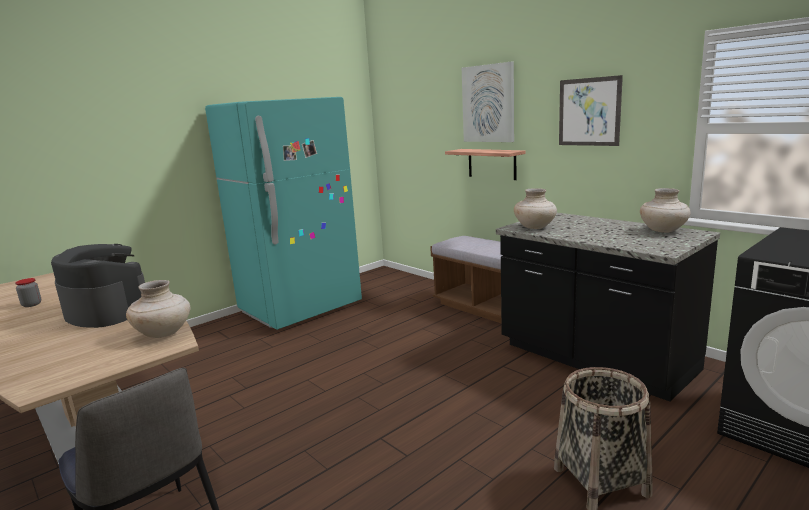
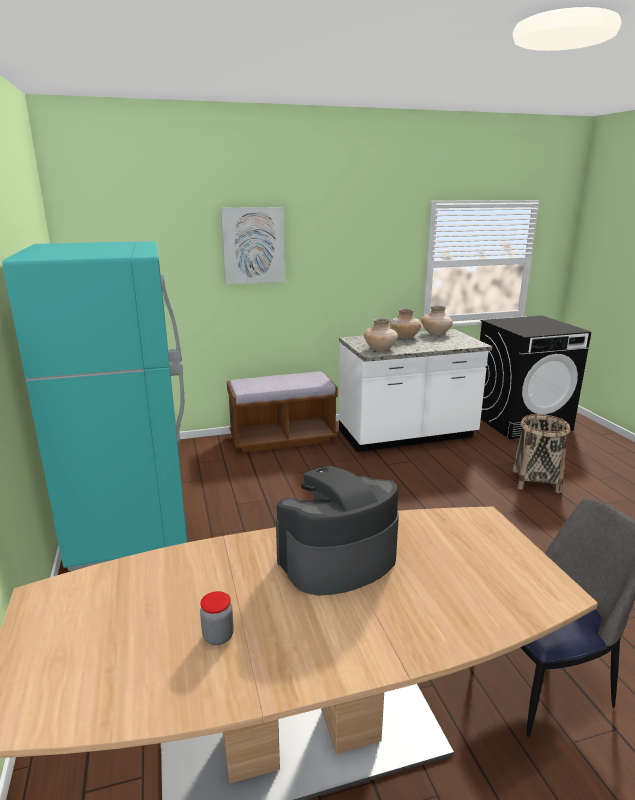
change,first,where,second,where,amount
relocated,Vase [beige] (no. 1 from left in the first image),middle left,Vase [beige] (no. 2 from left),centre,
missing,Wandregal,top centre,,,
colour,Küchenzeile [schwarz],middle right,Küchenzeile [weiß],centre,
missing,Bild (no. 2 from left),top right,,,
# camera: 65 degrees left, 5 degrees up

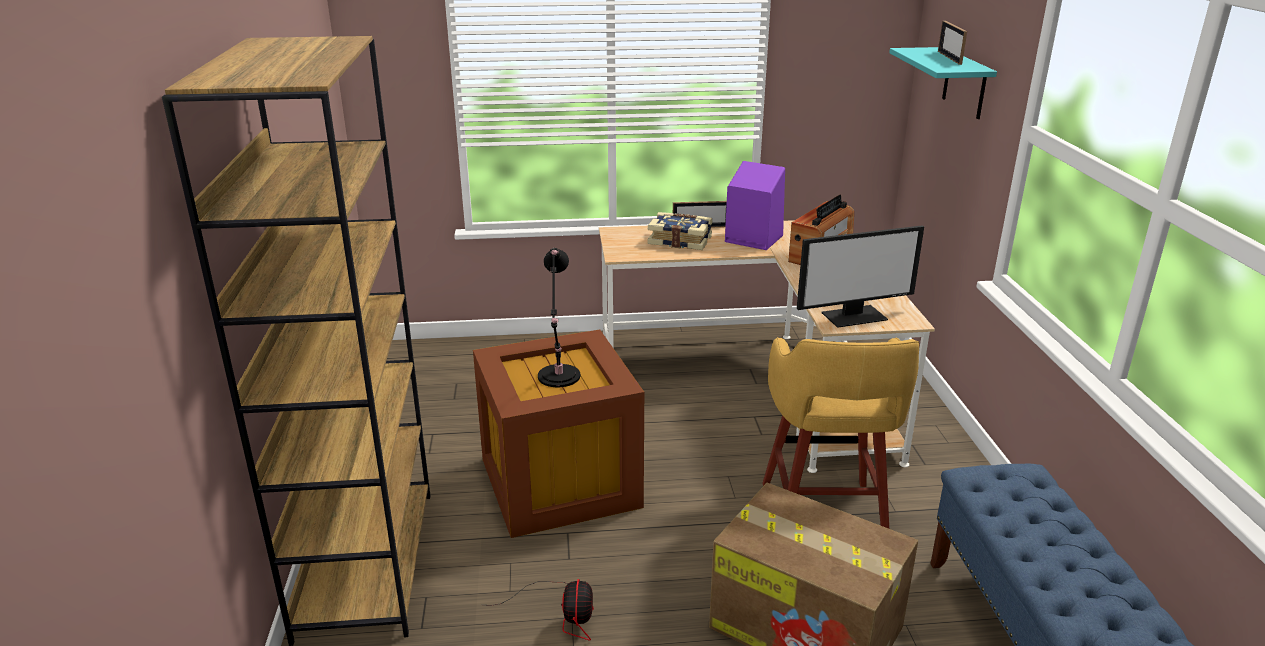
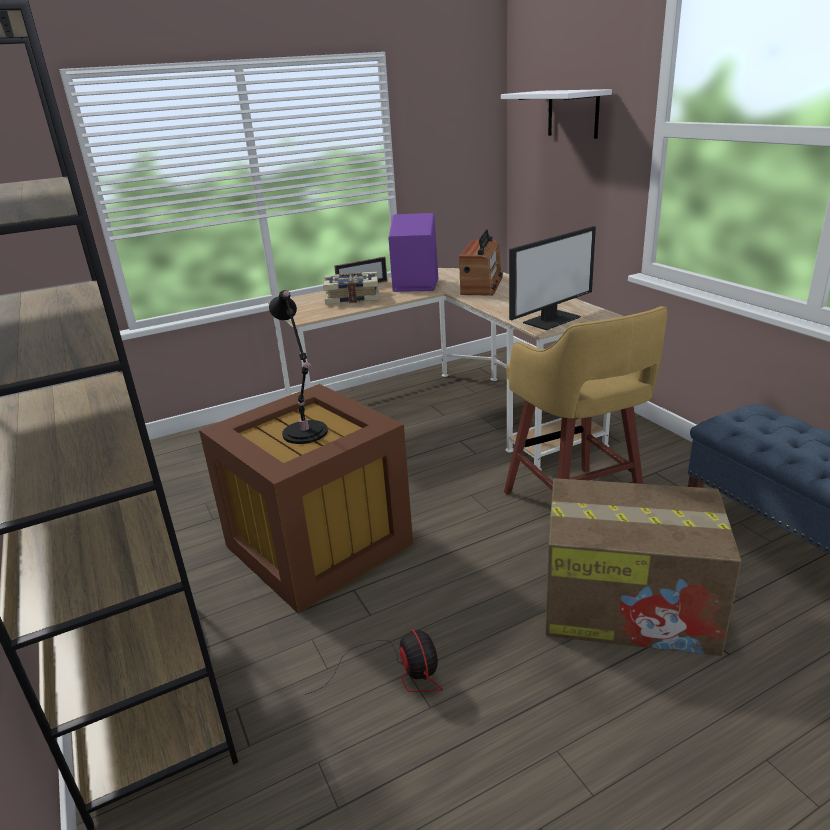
change,first,where,second,where,amount
colour,Wandregal [türkis],top right,Wandregal [weiß],top right,
missing,Bilderrahmen (no. 2 from left),top right,,,
# camera: 20 degrees left, 0 degrees up

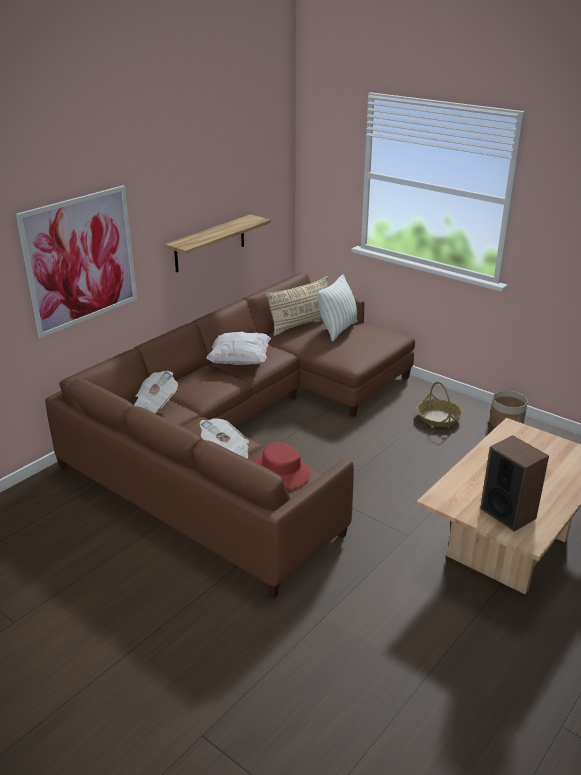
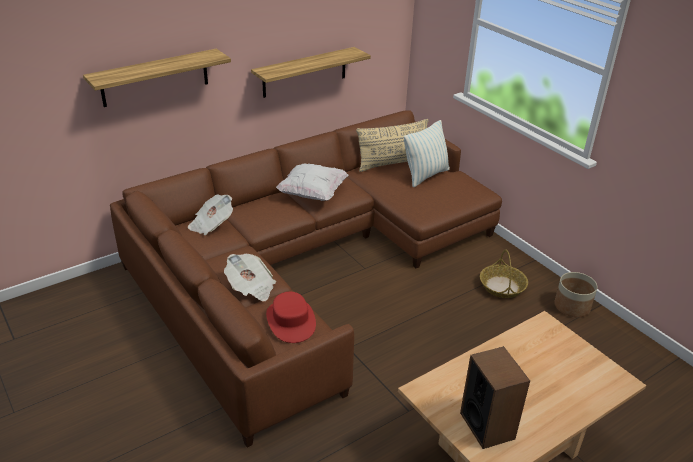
change,first,where,second,where,amount
exchanged,Bild,middle left,Wandregal (no. 1 from left),top left,
# camera: 15 degrees right, 5 degrees up

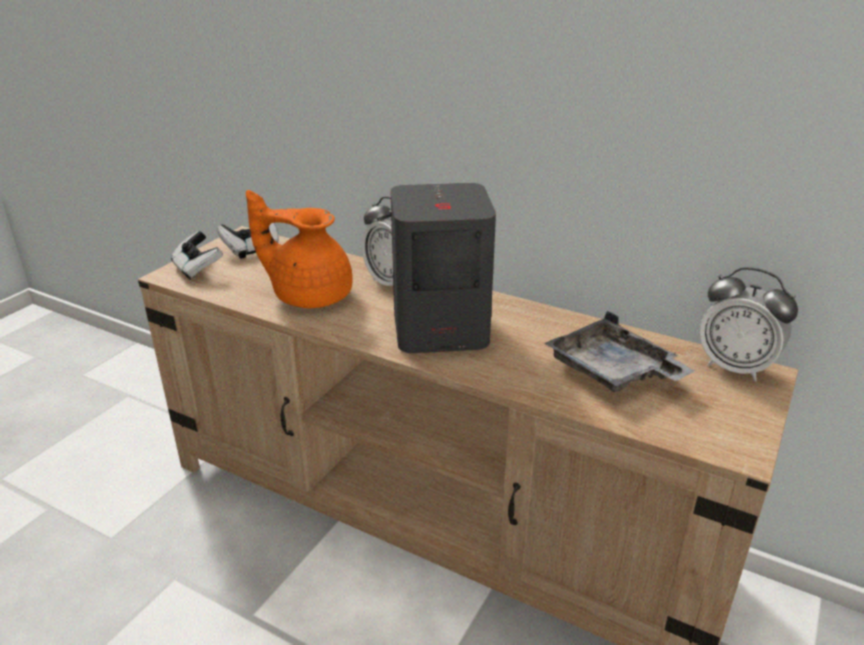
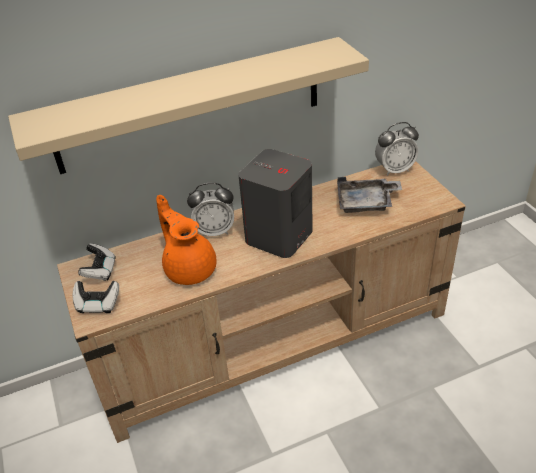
change,first,where,second,where,amount
spun,Teekanne [orange],centre,,centre,90 degrees clockwise
appeared,,,Wandregal [beige],top centre,
# camera: 50 degrees left, 10 degrees up

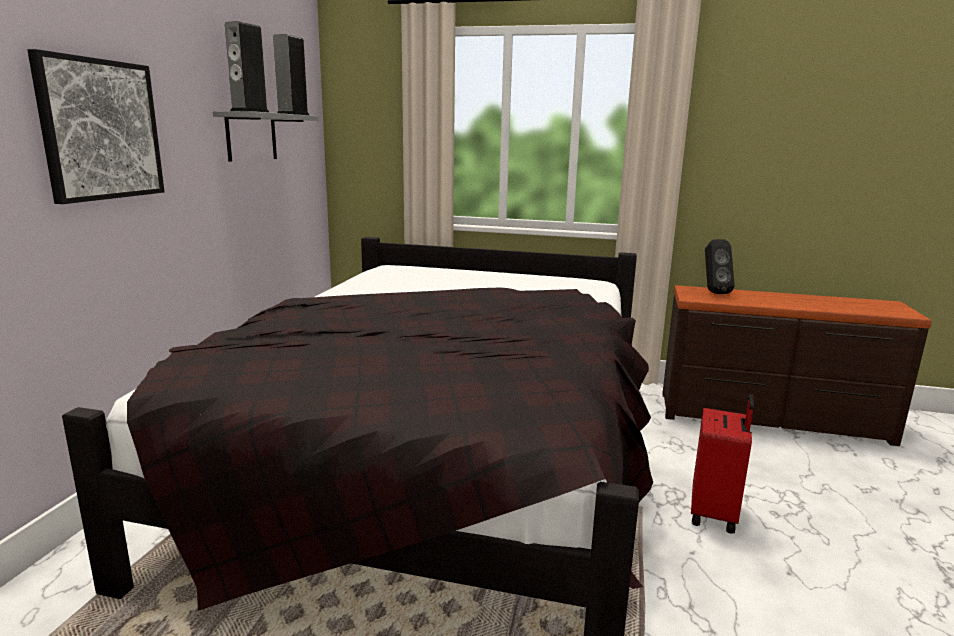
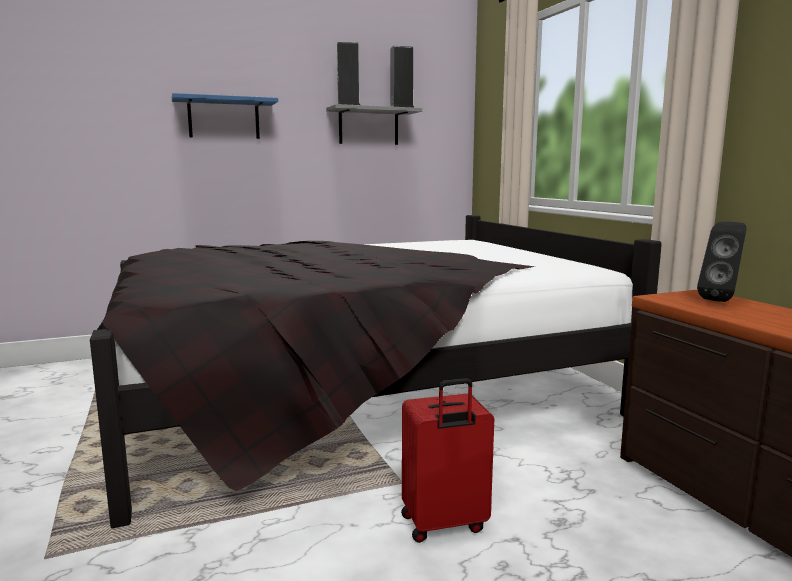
change,first,where,second,where,amount
exchanged,Bild,top left,Wandregal [blau],top left,
# camera: 55 degrees right, 5 degrees down

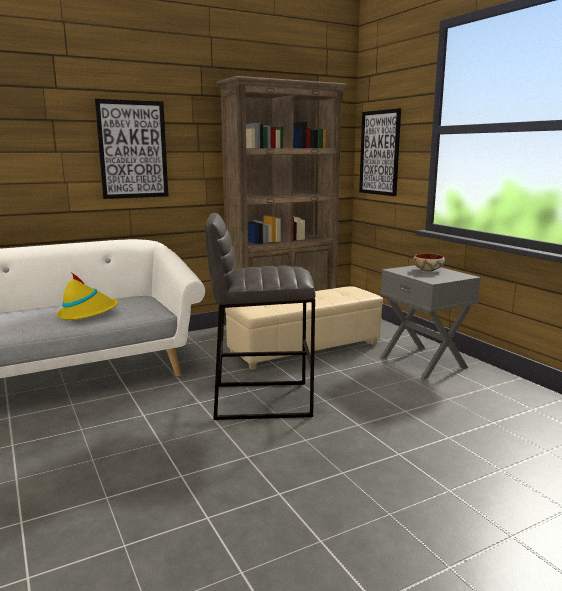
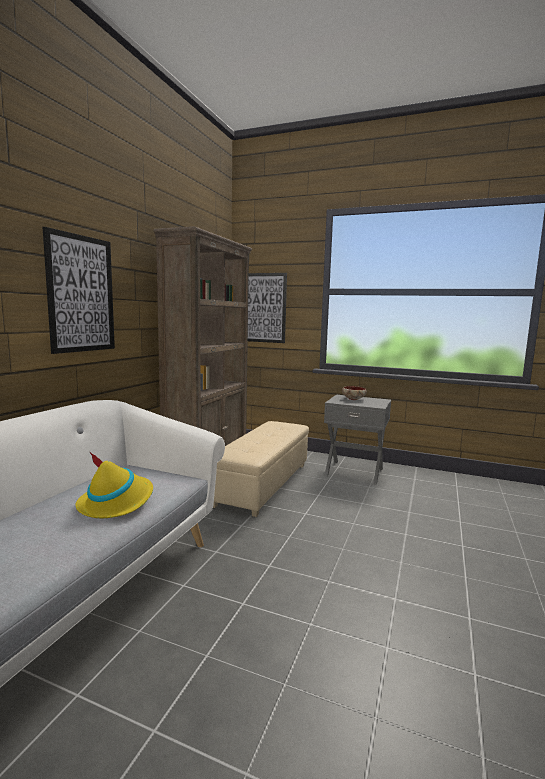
change,first,where,second,where,amount
missing,Hocker [grau],centre,,,
# camera: 40 degrees left, 5 degrees down

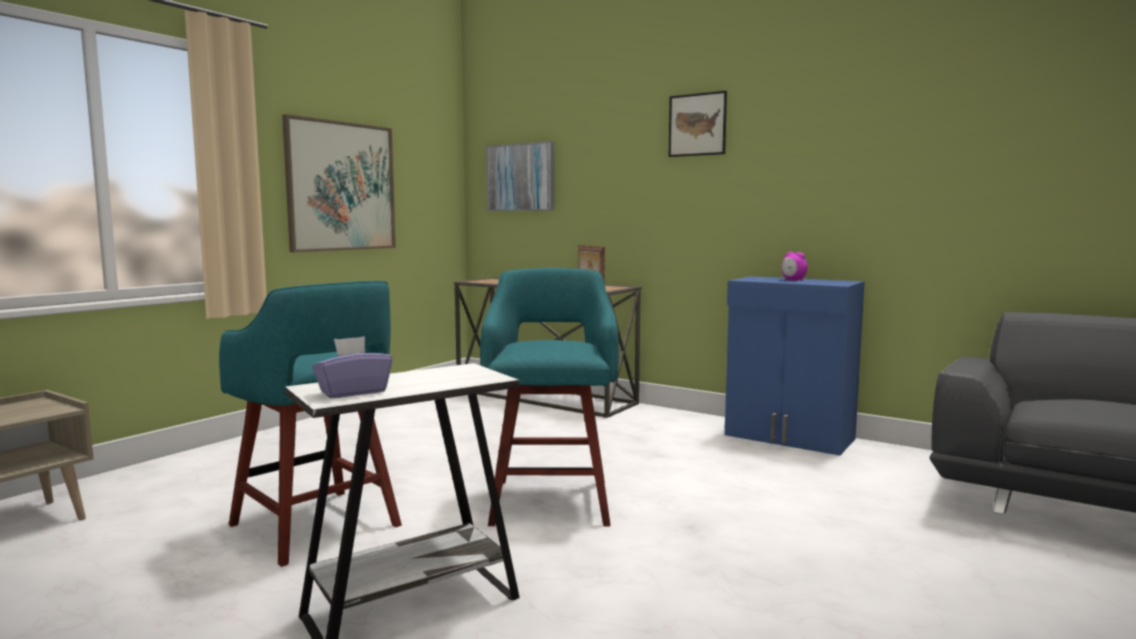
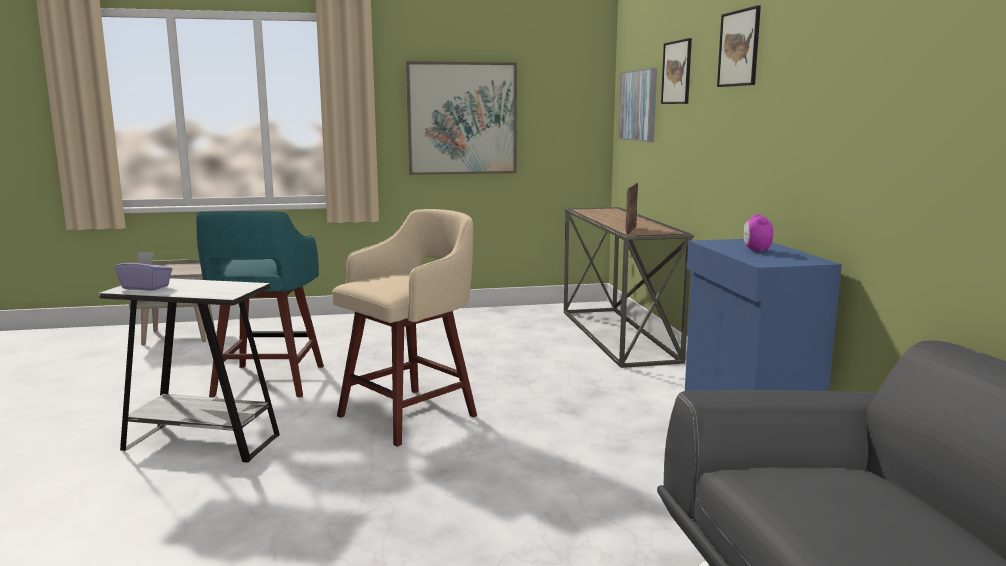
change,first,where,second,where,amount
colour,Hocker [türkis] (no. 2 from left),centre,Hocker [beige],centre,
appeared,,,Bild (no. 3 from left),top right,
# camera: 45 degrees right, 5 degrees up

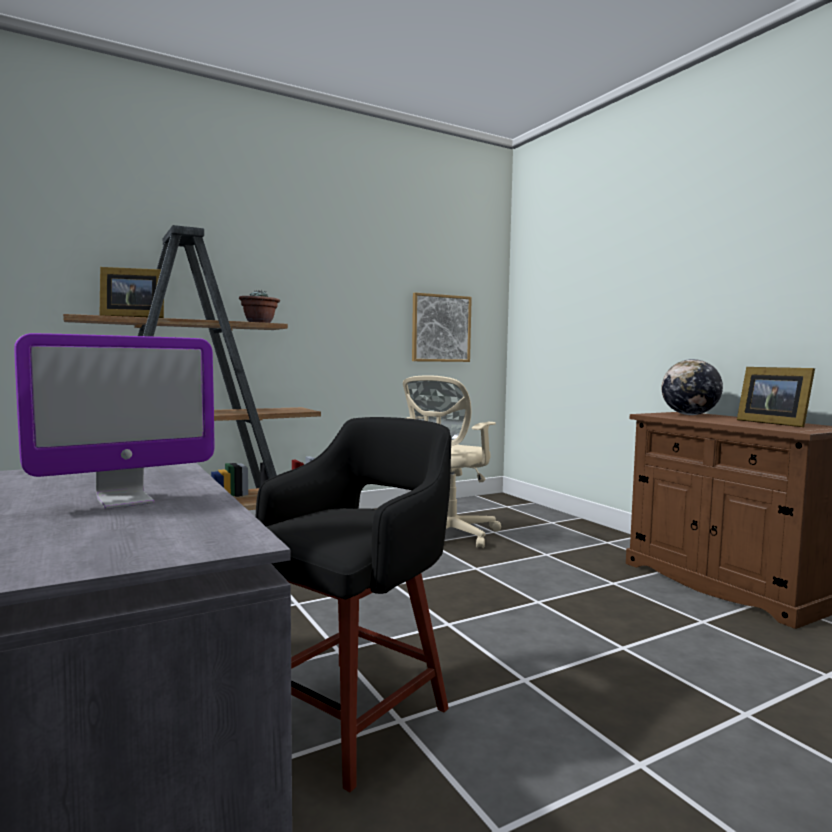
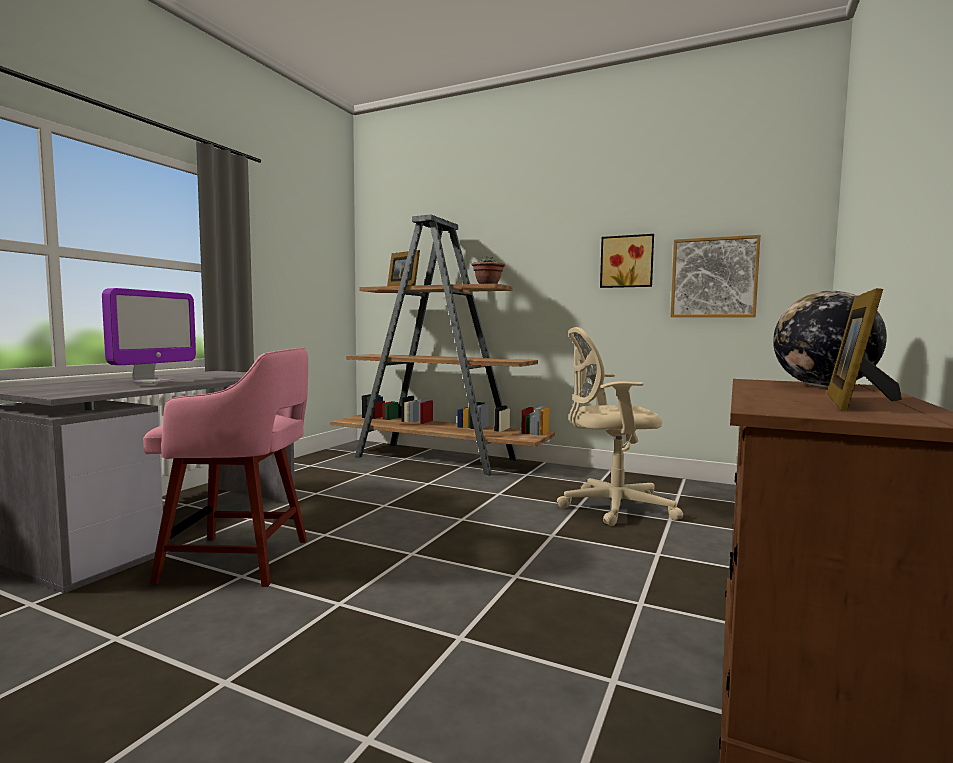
change,first,where,second,where,amount
spun,Monitor,middle left,,middle left,90 degrees counterclockwise
colour,Hocker [schwarz],bottom centre,Hocker [rosa],middle left,
appeared,,,Bild (no. 1 from left),centre,
# camera: 55 degrees right, 0 degrees up

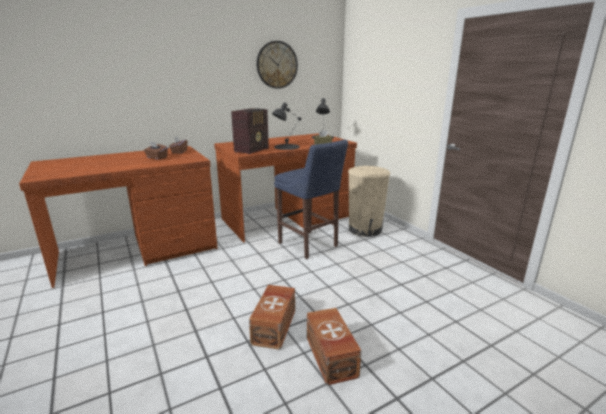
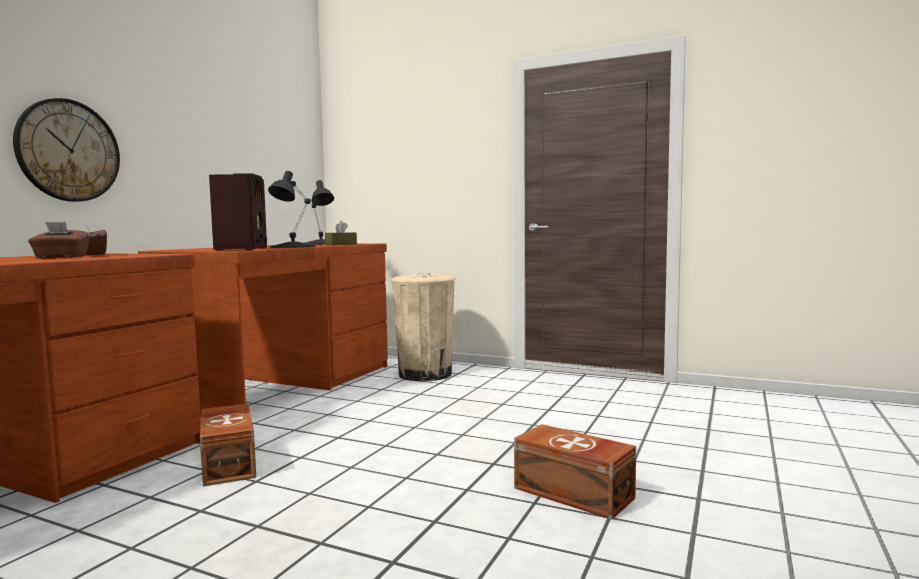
change,first,where,second,where,amount
relocated,Aufbewahrungsbox [braun] (no. 1 from left),bottom centre,,bottom left,
relocated,Wanduhr,top centre,,top left,
missing,Hocker [blau],centre,,,
# camera: 35 degrees left, 15 degrees down

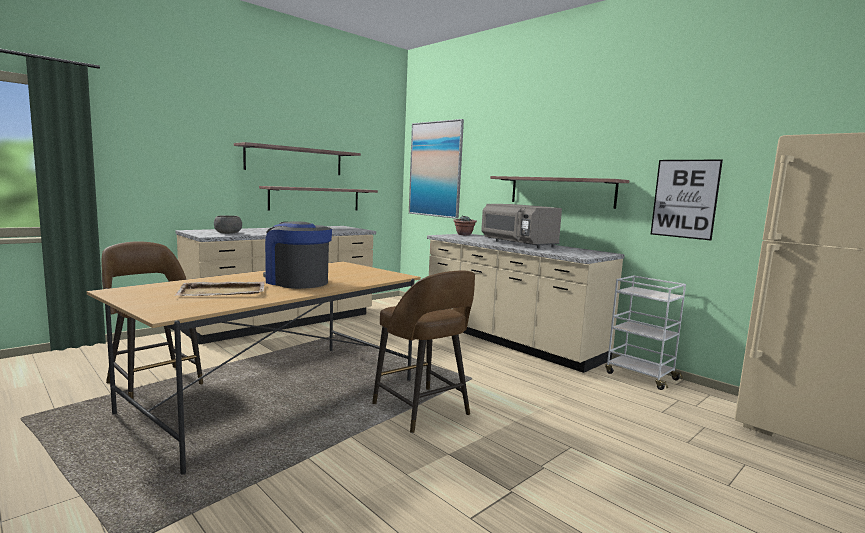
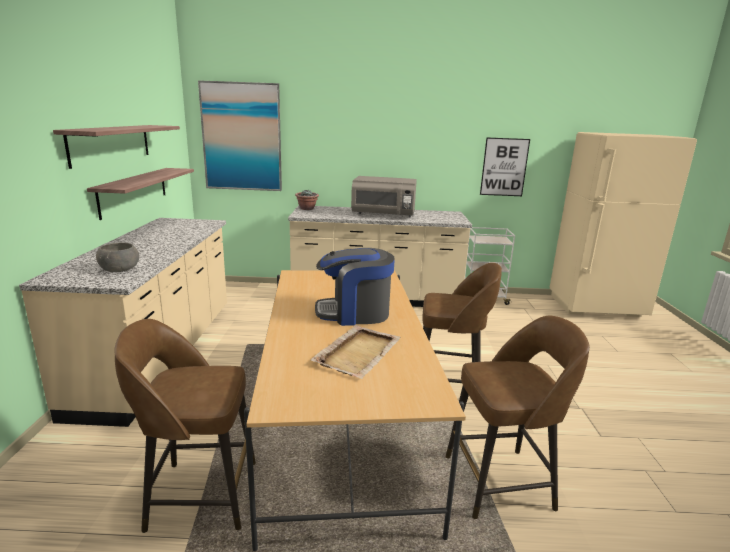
change,first,where,second,where,amount
missing,Wandregal (no. 3 from left),centre,,,
appeared,,,Hocker [braun] (no. 3 from left),bottom right,
# camera: 45 degrees left, 10 degrees up

